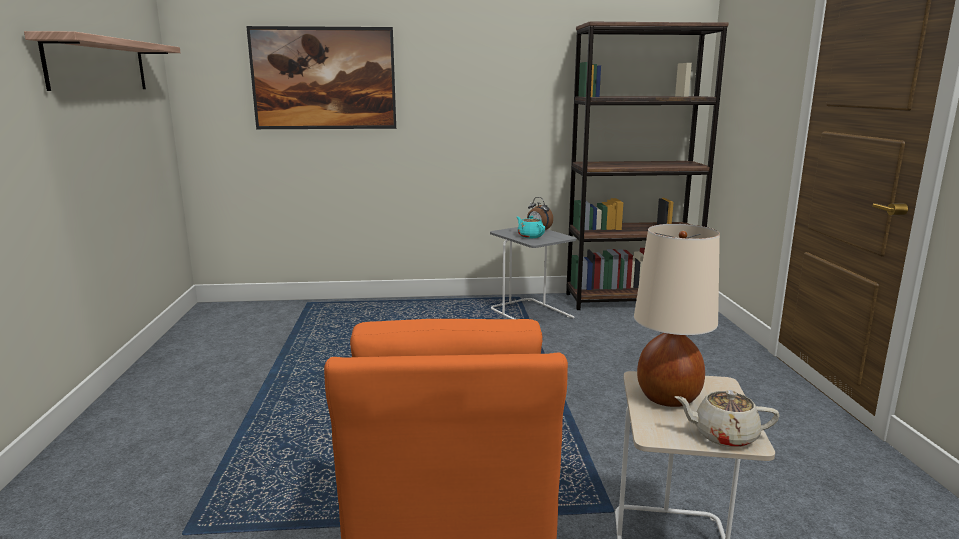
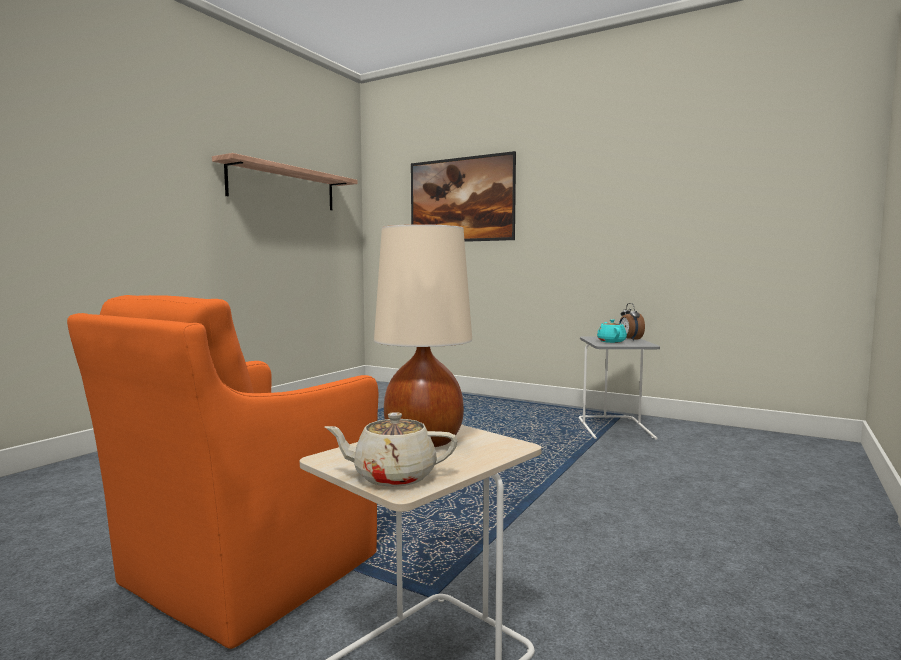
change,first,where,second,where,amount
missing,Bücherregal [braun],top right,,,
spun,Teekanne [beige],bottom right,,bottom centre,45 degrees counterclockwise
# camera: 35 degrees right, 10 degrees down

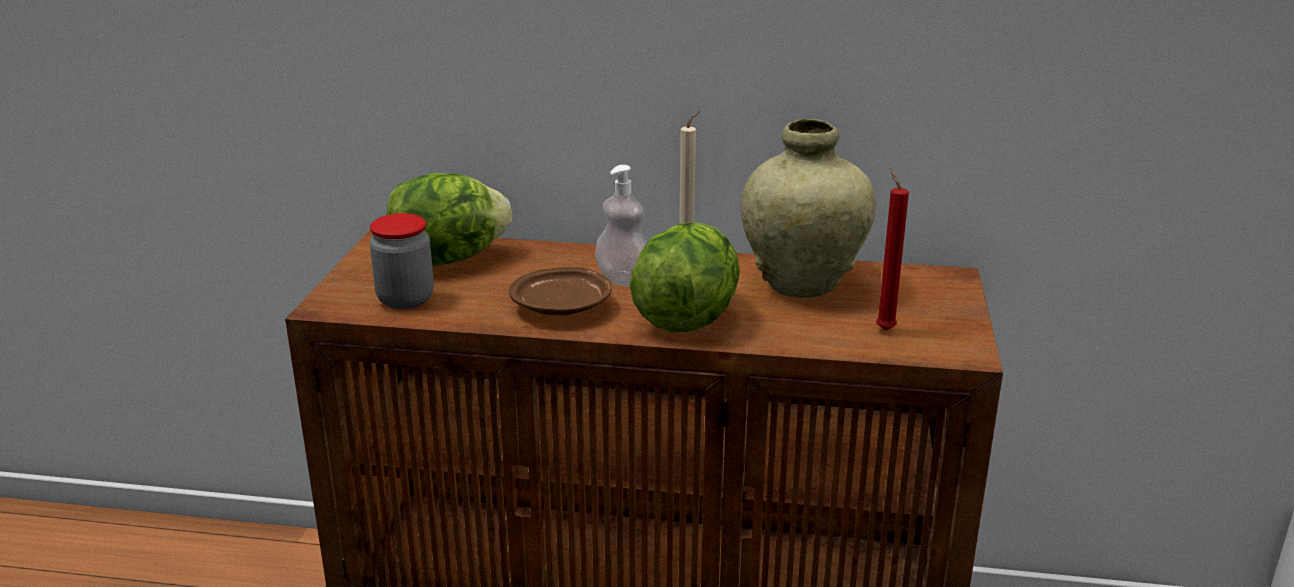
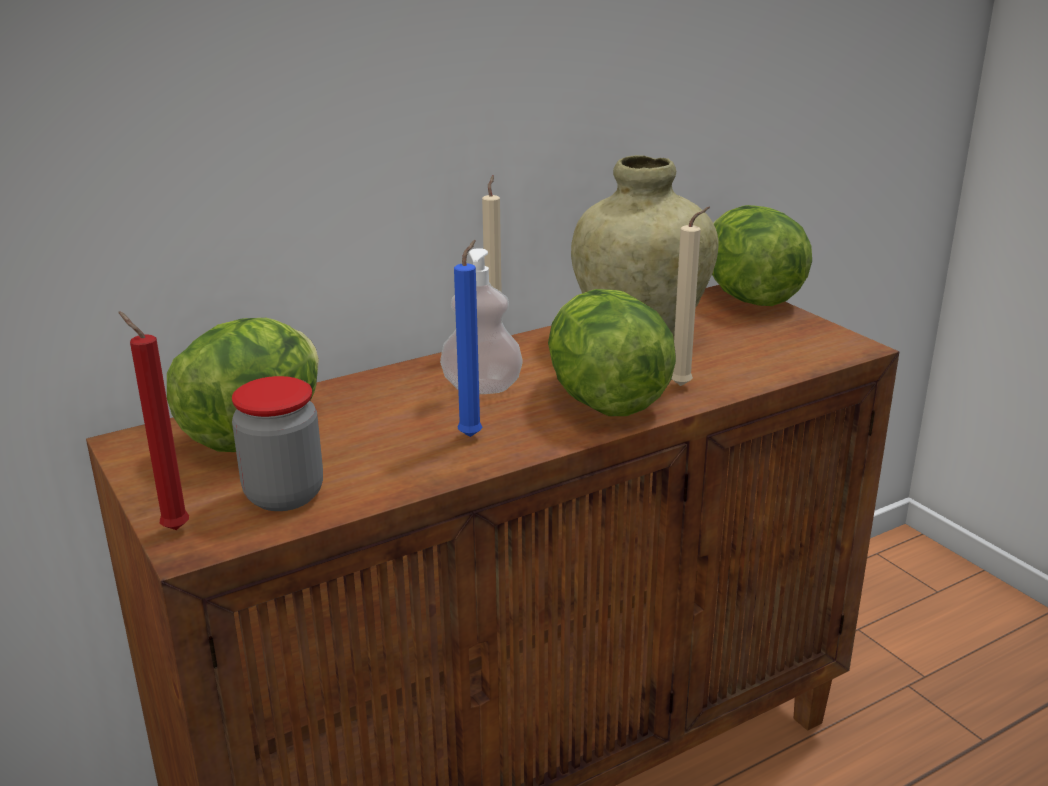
change,first,where,second,where,amount
exchanged,Teller [braun],centre,Kerze [blau],centre,
relocated,Kerze [rot],middle right,,middle left,
appeared,,,Kerze [beige] (no. 2 from left),centre,
appeared,,,Salatkopf (no. 3 from left),top right,
# camera: 40 degrees left, 0 degrees up

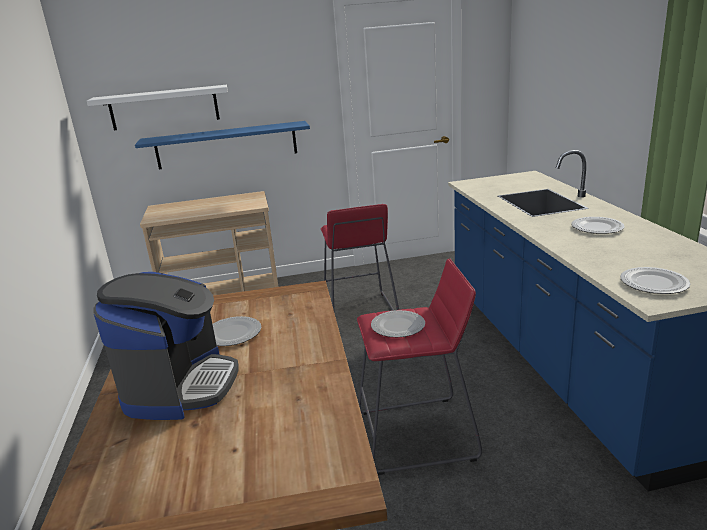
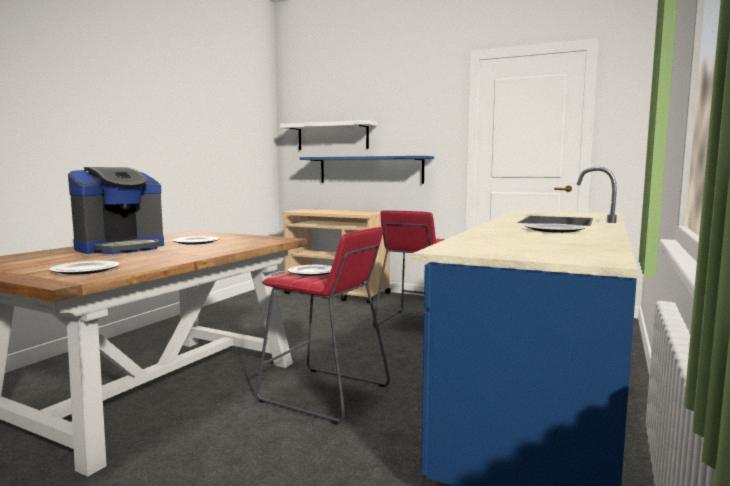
change,first,where,second,where,amount
relocated,Teller (no. 4 from left in the first image),middle right,Teller (no. 1 from left),middle left,
# camera: 35 degrees right, 15 degrees down

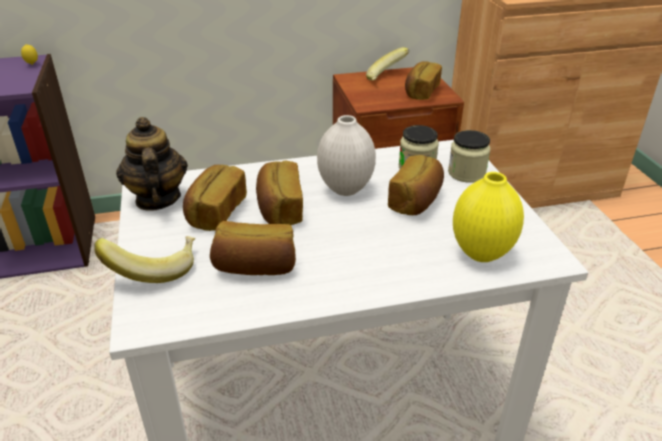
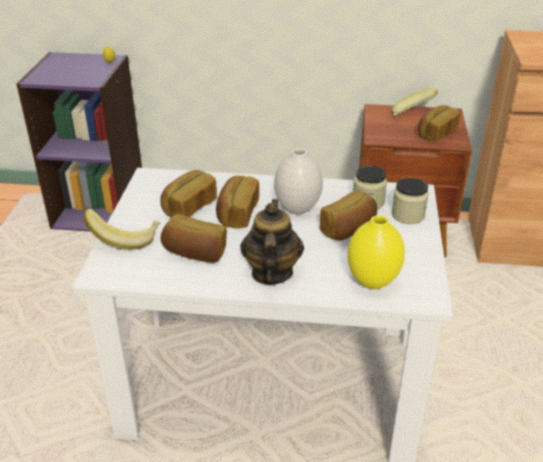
change,first,where,second,where,amount
relocated,Teekanne,middle left,,centre,
# camera: 20 degrees right, 0 degrees up

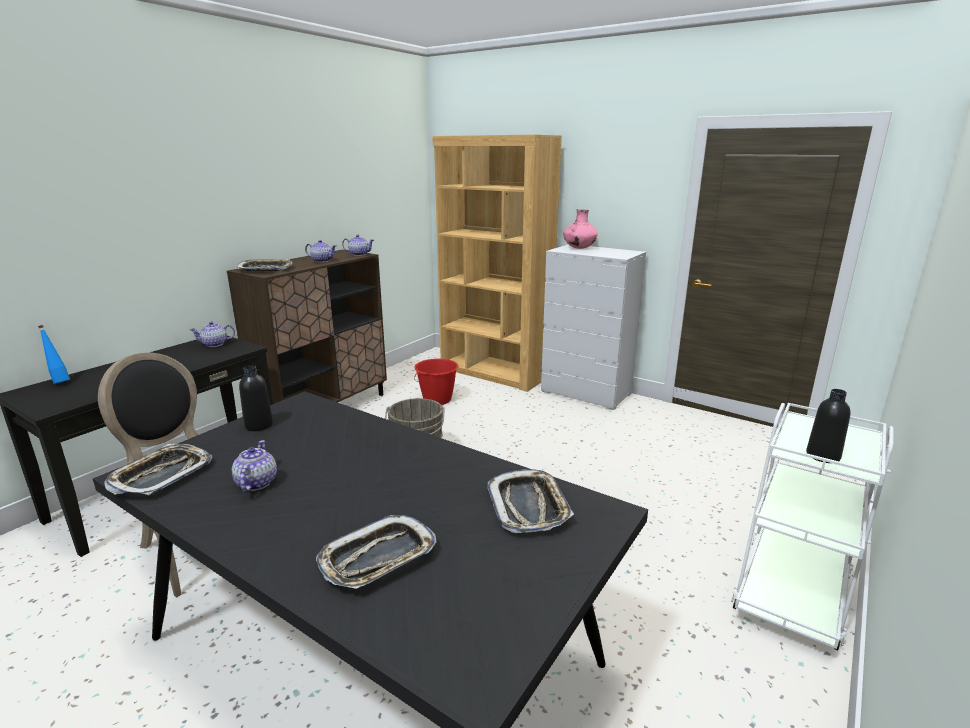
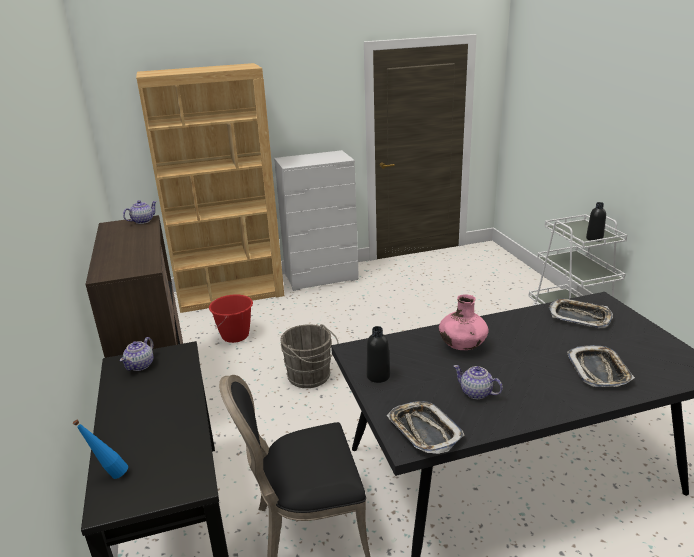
change,first,where,second,where,amount
missing,Tablett (no. 2 from left),middle left,,,
missing,Teekanne (no. 3 from left),middle left,,,
relocated,Vase [rosa],top centre,,middle right,
# camera: 50 degrees left, 5 degrees up

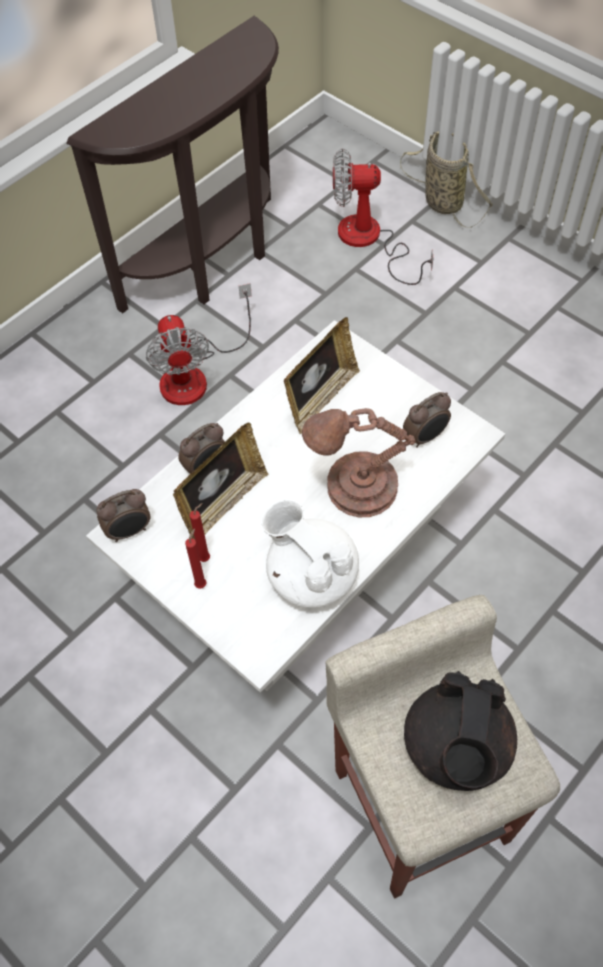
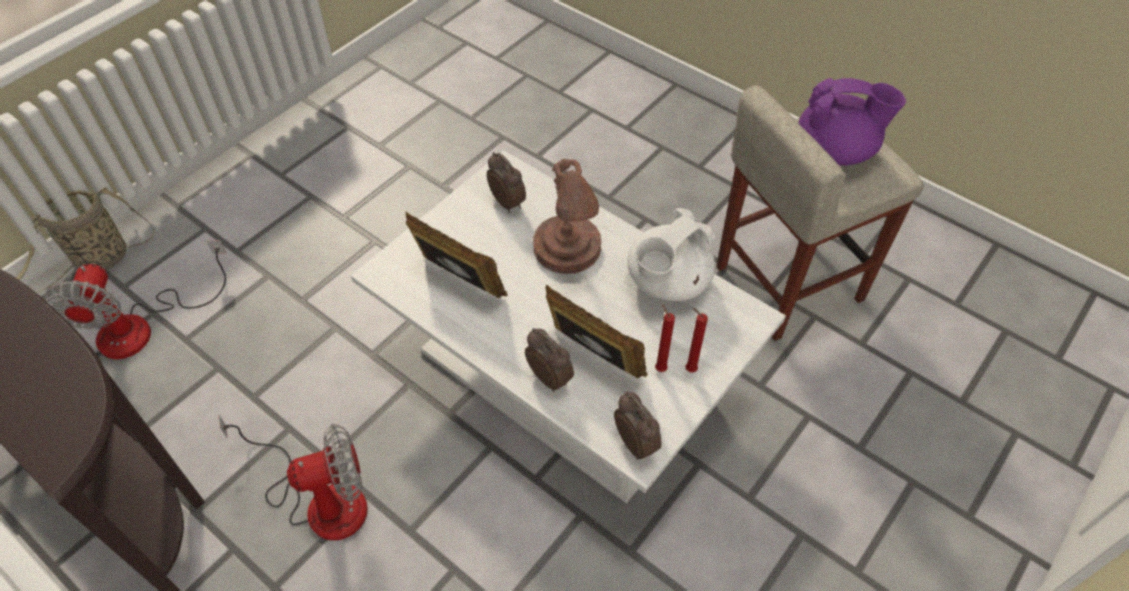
change,first,where,second,where,amount
colour,Teekanne [schwarz],bottom right,Teekanne [lila],top right,
# camera: 95 degrees left, 5 degrees down

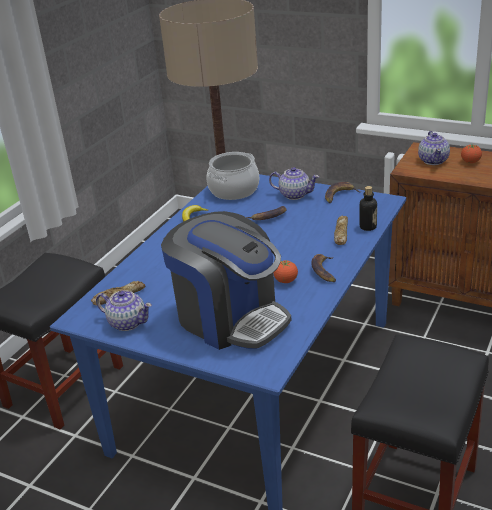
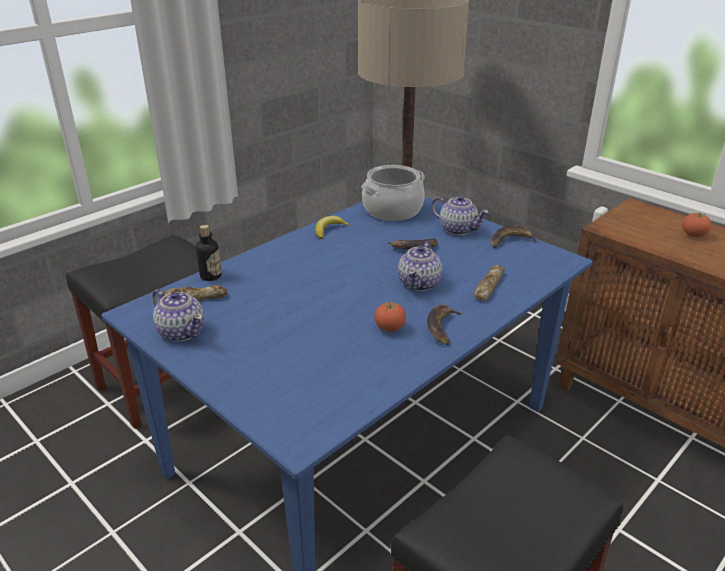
change,first,where,second,where,amount
missing,Kaffeemaschine,centre,,,
relocated,Flasche,middle right,,middle left,
relocated,Teekanne (no. 3 from left in the first image),top right,Teekanne (no. 2 from left),centre,
# camera: 15 degrees right, 0 degrees up

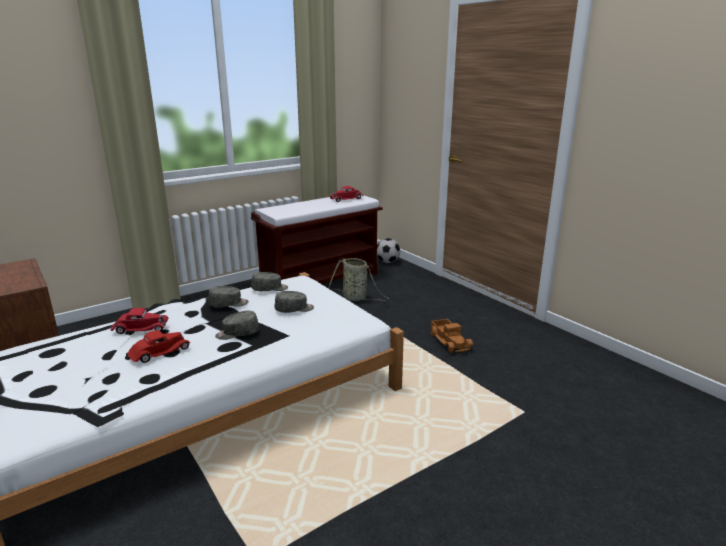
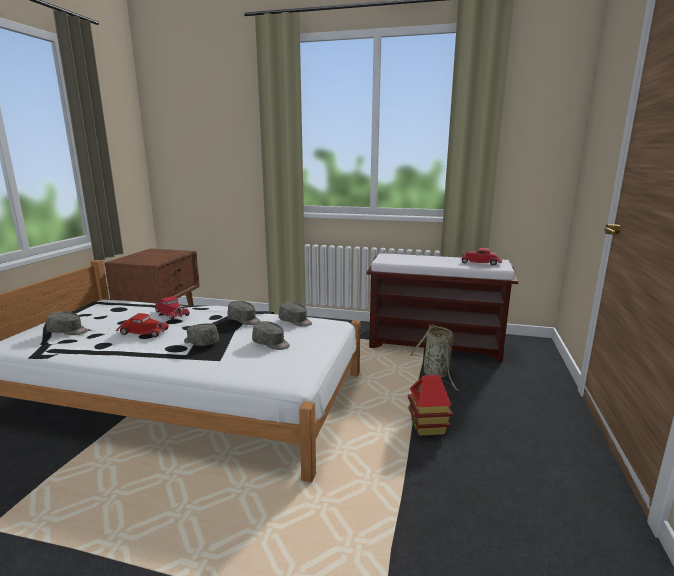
change,first,where,second,where,amount
missing,Fußball,centre,,,
missing,Spielzeuglaster,centre,,,
appeared,,,Kappe [grau] (no. 1 from left),middle left,
appeared,,,Spielzeughaus,bottom centre,
# camera: 50 degrees right, 5 degrees down

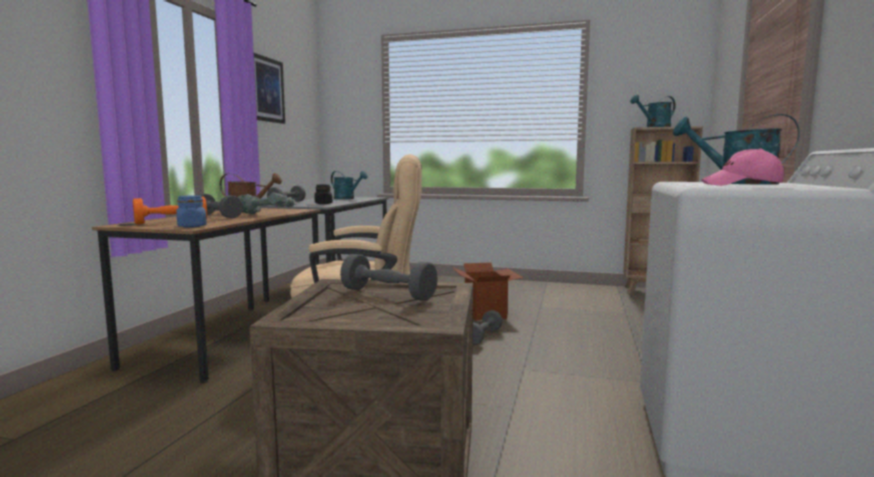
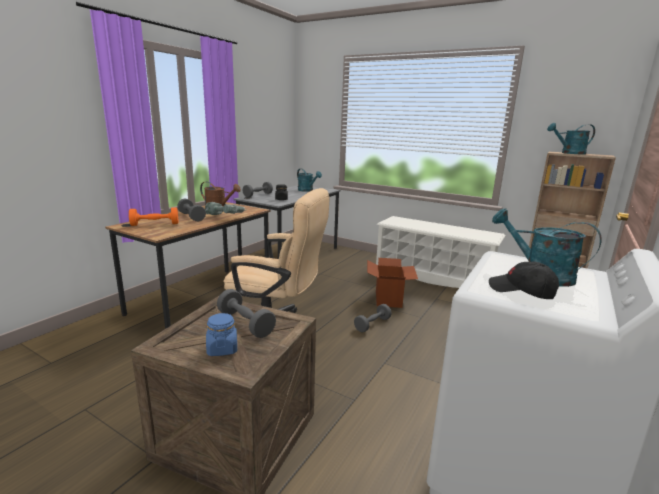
change,first,where,second,where,amount
relocated,Vorratsglas [blau],middle left,,bottom centre,
missing,Bild,top left,,,
colour,Kappe [rosa],middle right,Kappe [schwarz],middle right,
appeared,,,Schuhregal [weiß],middle right,
# camera: 15 degrees right, 10 degrees up

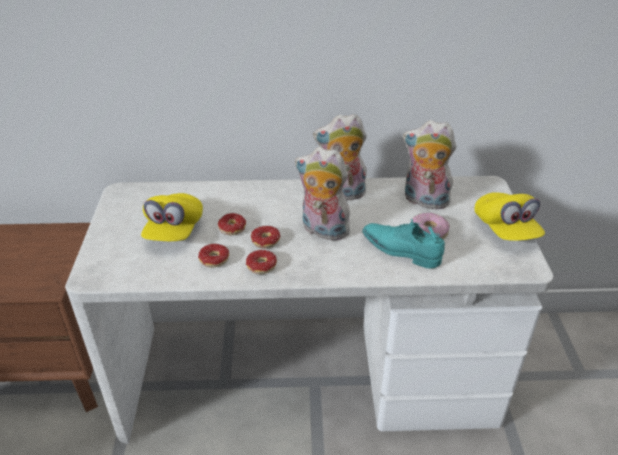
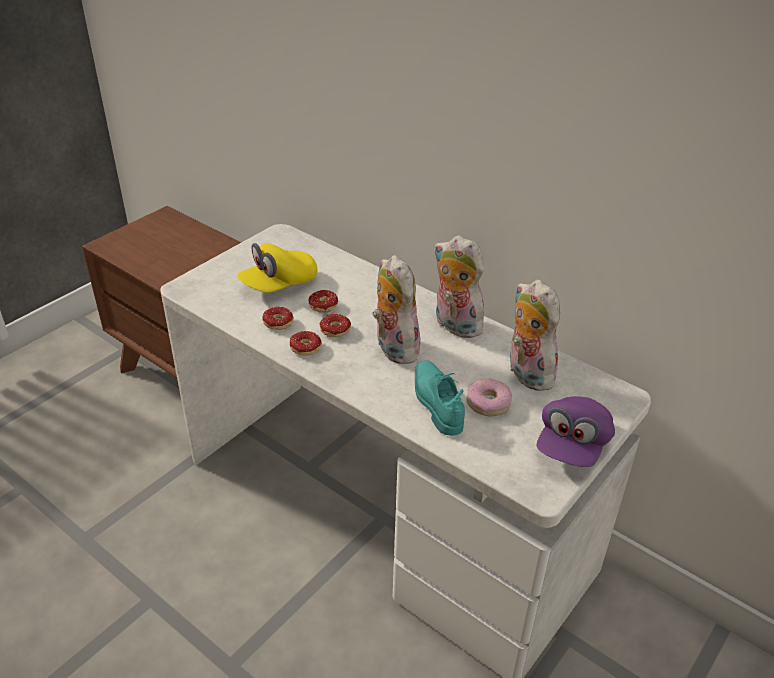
change,first,where,second,where,amount
colour,Kappe [gelb] (no. 2 from left),middle right,Kappe [lila],middle right,
# camera: 40 degrees right, 0 degrees up

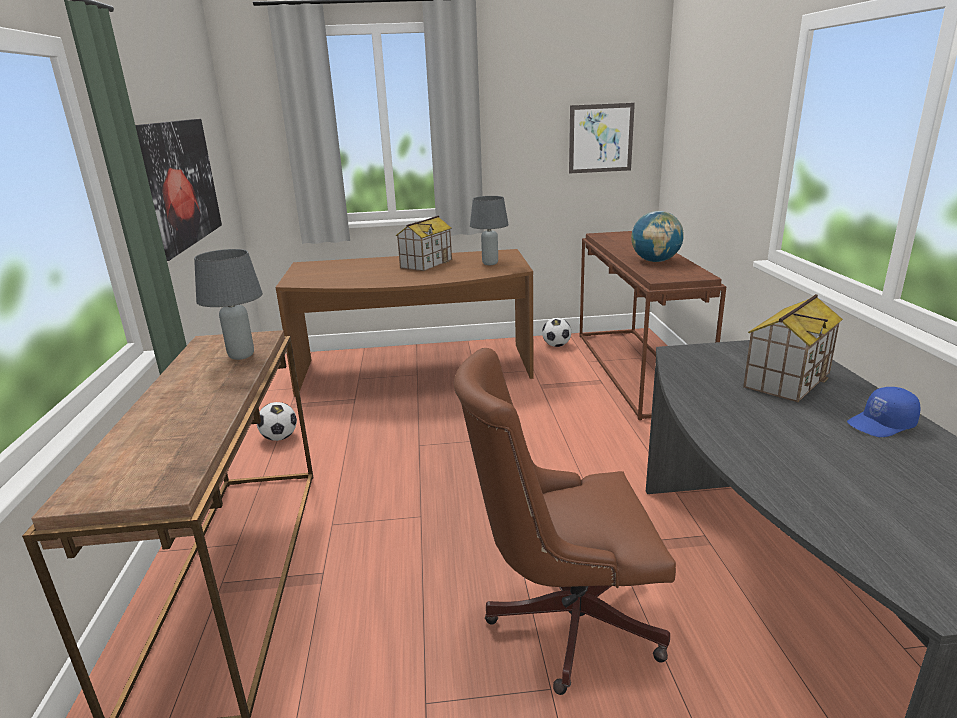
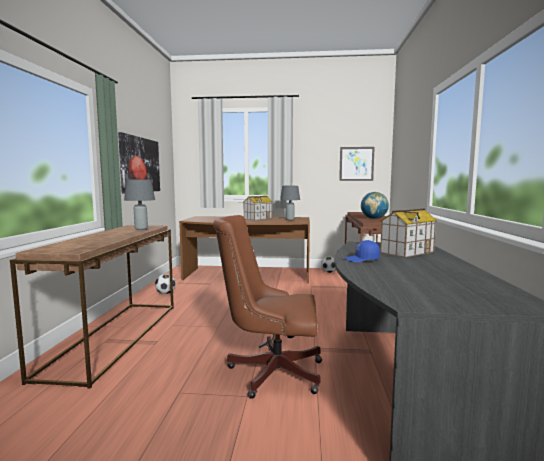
change,first,where,second,where,amount
relocated,Kappe [blau],middle right,,centre,
# camera: 10 degrees right, 15 degrees down

